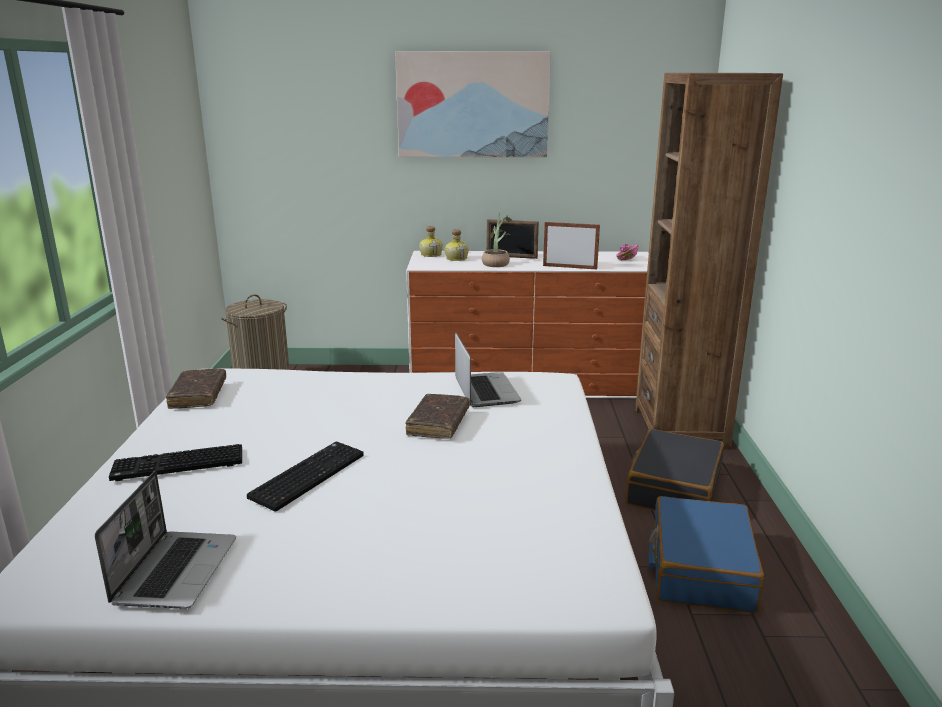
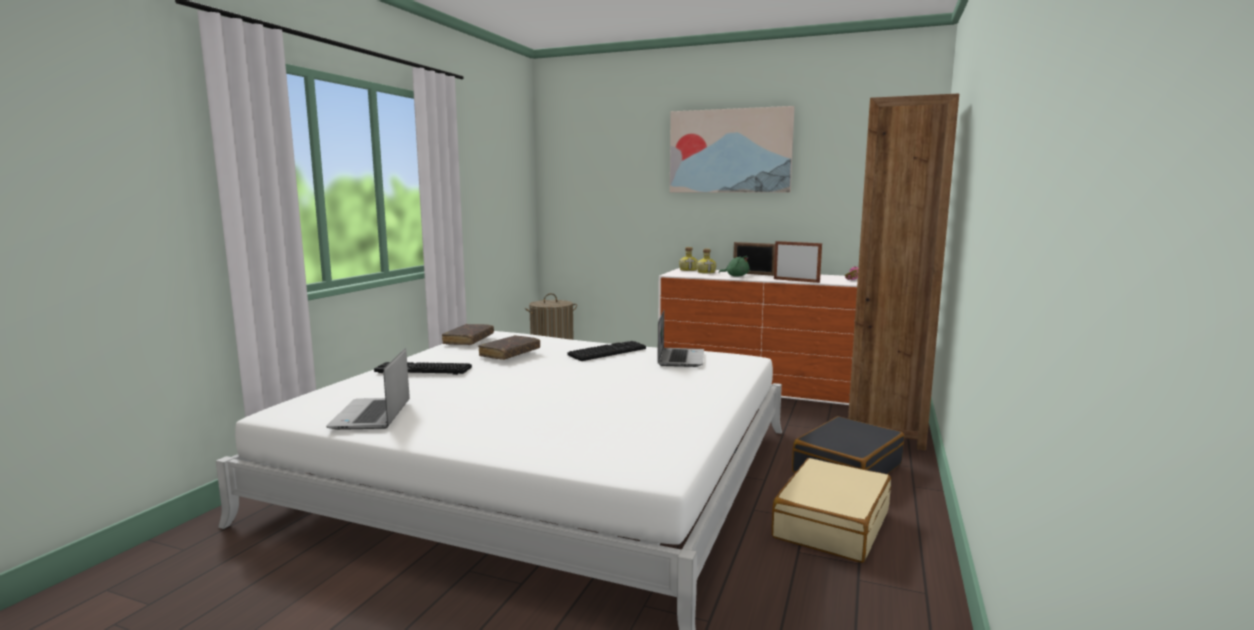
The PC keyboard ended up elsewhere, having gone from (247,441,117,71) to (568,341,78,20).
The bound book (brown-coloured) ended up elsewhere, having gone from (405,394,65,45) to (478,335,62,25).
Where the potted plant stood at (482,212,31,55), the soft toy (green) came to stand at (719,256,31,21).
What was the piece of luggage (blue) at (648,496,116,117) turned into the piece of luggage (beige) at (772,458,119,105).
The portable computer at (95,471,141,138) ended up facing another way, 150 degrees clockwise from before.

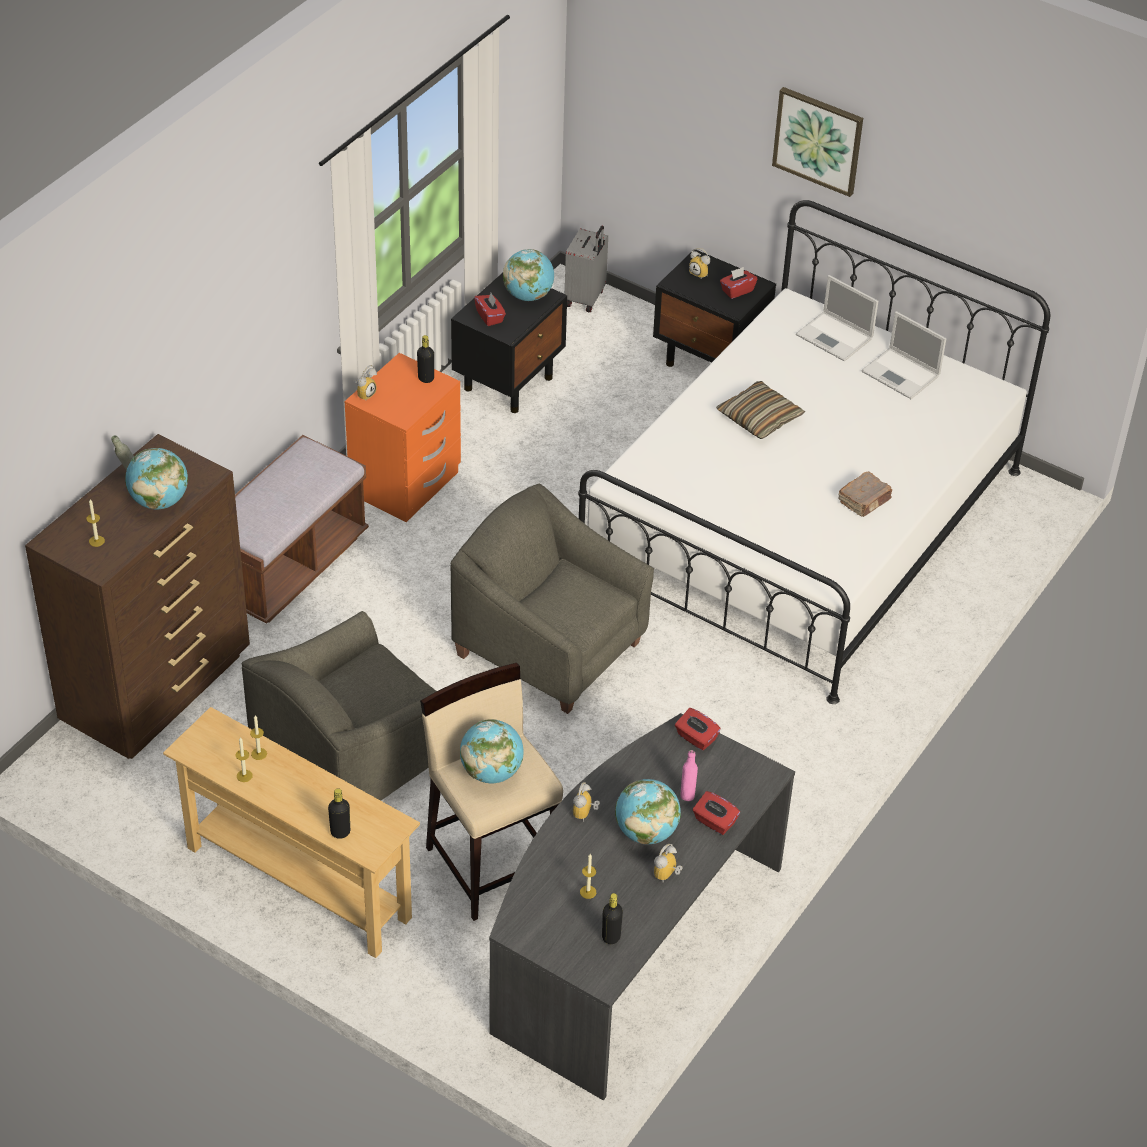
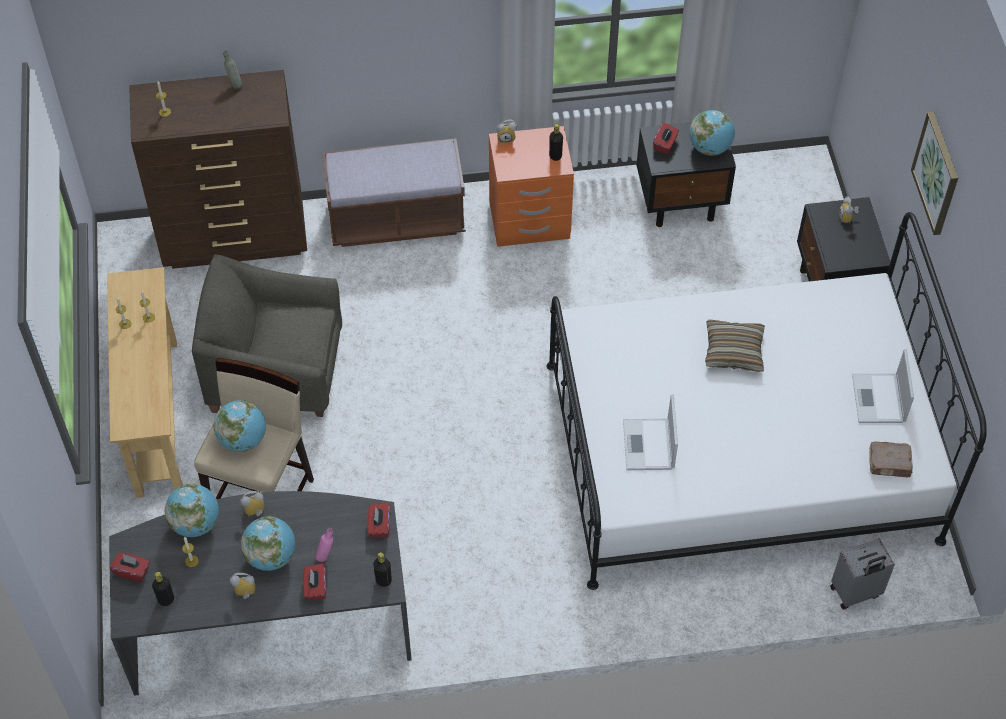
The second view lost the easy chair (gray) at (450,484,204,230).
The desk globe ended up elsewhere, having gone from (125,448,63,61) to (165,483,54,54).
The bottle (black-coloured) ended up elsewhere, having gone from (328,788,22,51) to (373,552,19,35).
The piece of luggage (gray) ended up elsewhere, having gone from (565,226,43,87) to (830,538,65,72).
The tissue box (red-coloured) ended up elsewhere, having gone from (720,267,37,32) to (110,552,40,30).
The portable computer ended up elsewhere, having gone from (796,275,82,86) to (623,394,55,76).
The bound book (brown-coloured) ended up elsewhere, having gone from (838,472,54,45) to (869,442,44,36).

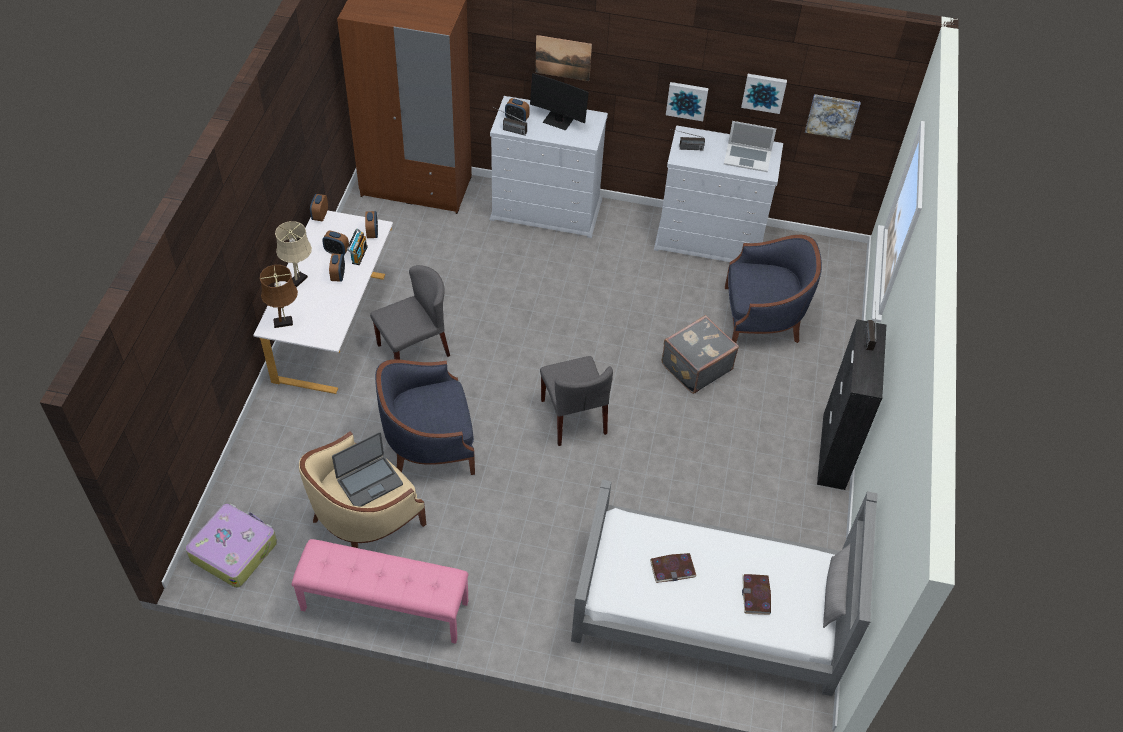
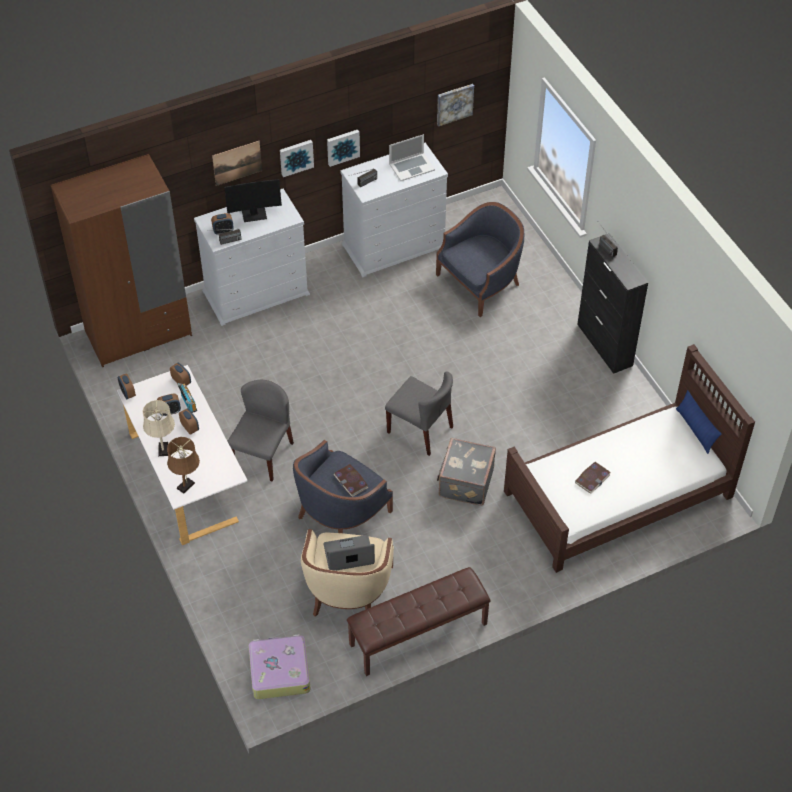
The piece of luggage (gray) ended up elsewhere, having gone from (661,315,78,79) to (437,438,59,68).
The picture ended up elsewhere, having gone from (741,74,46,40) to (280,140,34,37).
The bound book ended up elsewhere, having gone from (742,574,29,41) to (333,464,35,33).
What was the indoor bench (pink) at (291,539,177,105) turned into the indoor bench (brown-coloured) at (347,567,144,109).
What was the sleeping bed (gray) at (571,479,307,217) turned into the sleeping bed (brown-coloured) at (504,344,251,229).
What was the cushion (gray) at (823,544,27,84) turned into the cushion (blue) at (676,390,46,64).
The portable computer at (332,432,71,75) ended up facing another way, 120 degrees counterclockwise from before.

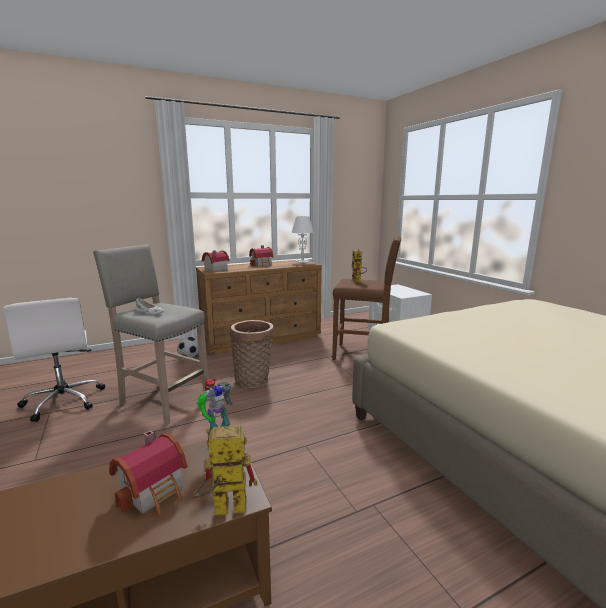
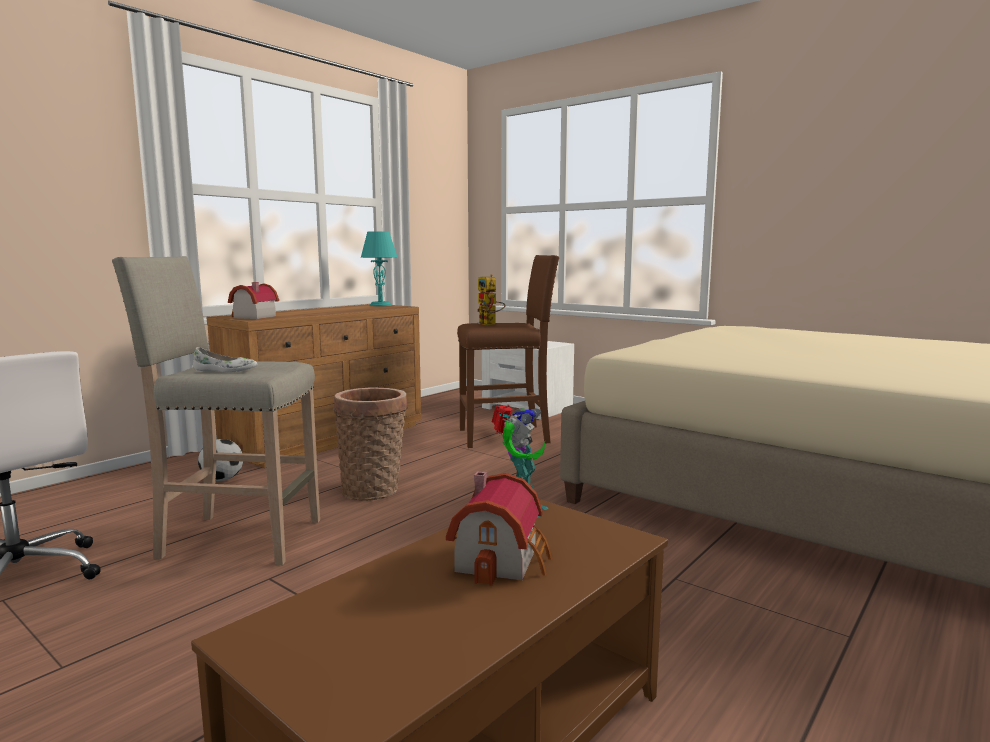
The second view lost the toy robot at (193,425,64,90).
The second view lost the toy house at (249,245,25,22).
What was the tabletop lamp (white-coloured) at (292,216,22,47) turned into the tabletop lamp (turquoise) at (361,231,36,75).

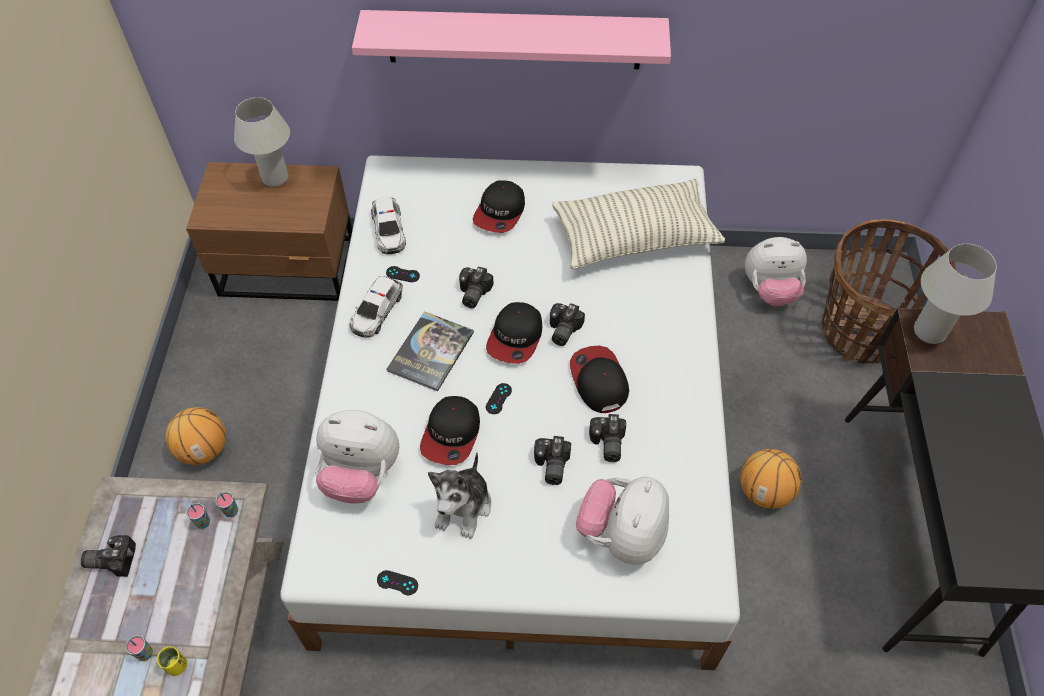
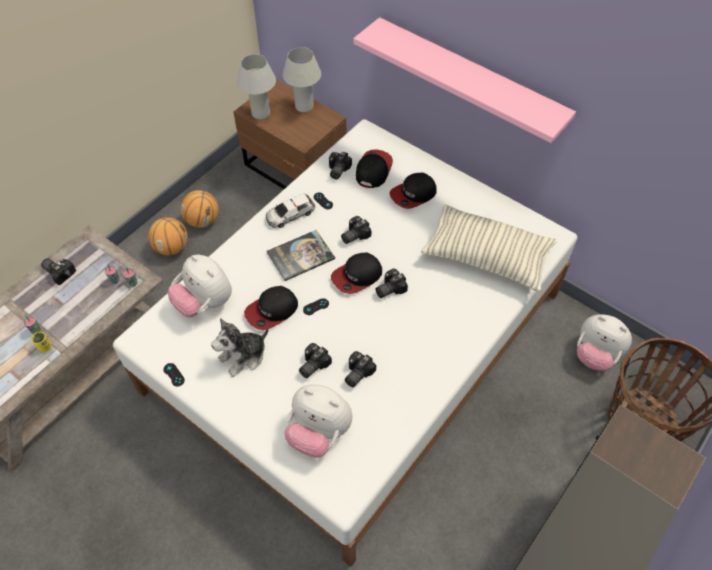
The peaked cap ended up elsewhere, having gone from (570,346,59,67) to (356,150,37,38).
The basketball ball ended up elsewhere, having gone from (740,449,62,60) to (181,190,38,38).
The tabletop lamp (white-coloured) ended up elsewhere, having gone from (914,244,83,100) to (237,54,39,65).
Where the toy car stood at (371,197,35,57), the still camera came to stand at (329,152,23,27).
The soft toy at (576,477,93,88) ended up facing another way, 120 degrees counterclockwise from before.

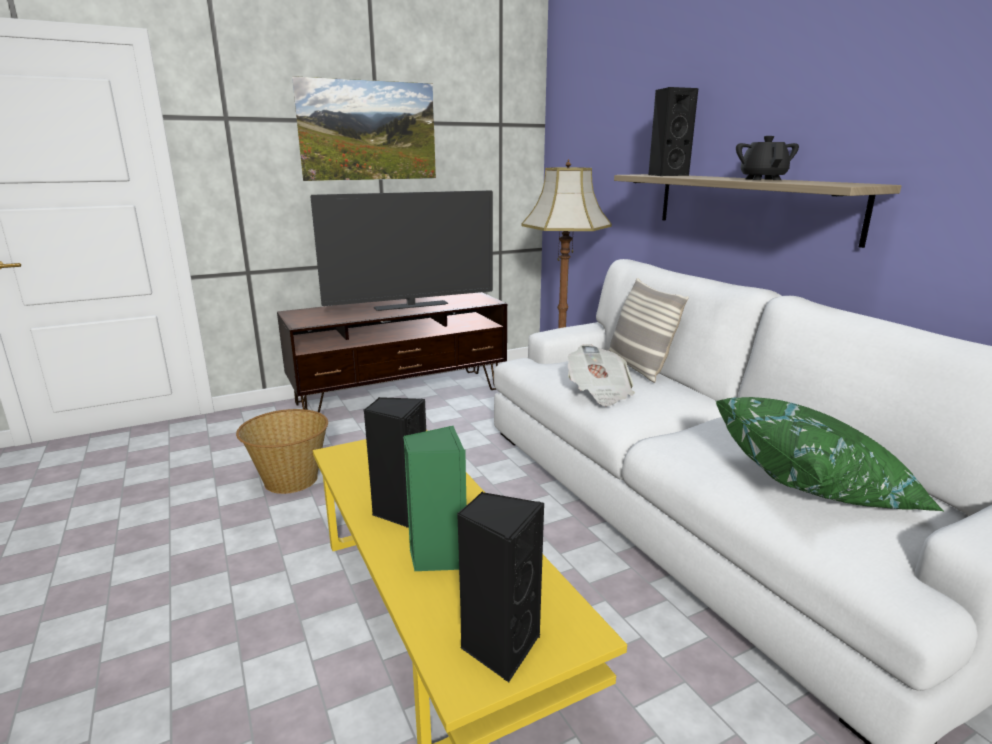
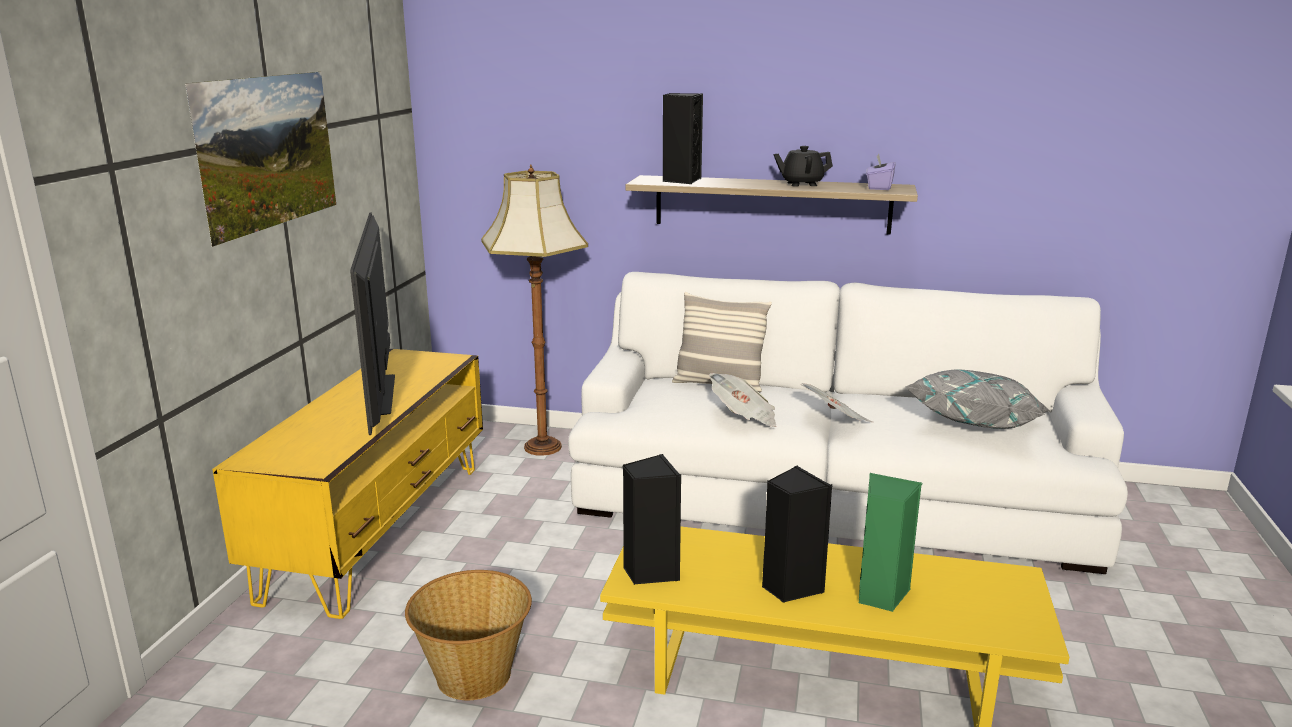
The second view gained the printed paper at (801,383,72,39).
The second view gained the tissue box (purple) at (866,154,29,36).
The audio speaker (black-coloured) ended up elsewhere, having gone from (457,491,87,192) to (623,454,58,131).
What was the tv stand (brown-coloured) at (277,292,230,121) turned into the tv stand (yellowish) at (212,349,271,270).
What was the cushion (green) at (716,397,228,115) turned into the cushion (gray) at (905,369,145,60).
The television at (310,190,183,121) ended up facing another way, 150 degrees clockwise from before.
The tea pot (black-coloured) at (736,136,63,44) ended up facing another way, 45 degrees counterclockwise from before.

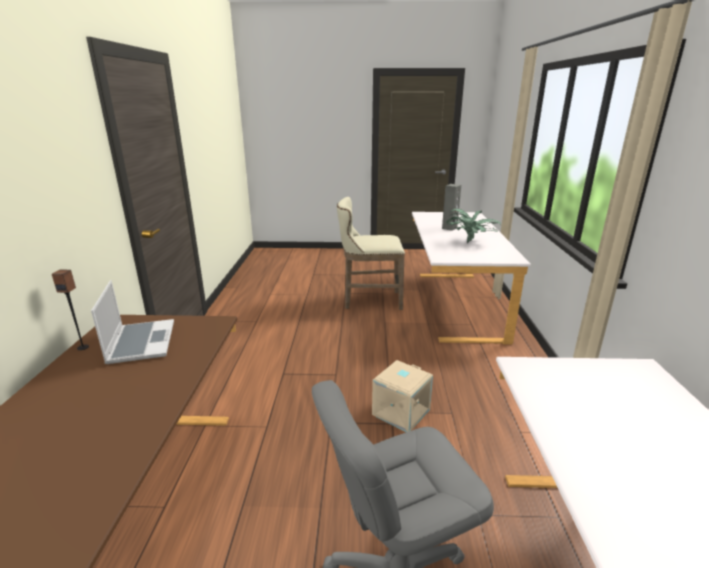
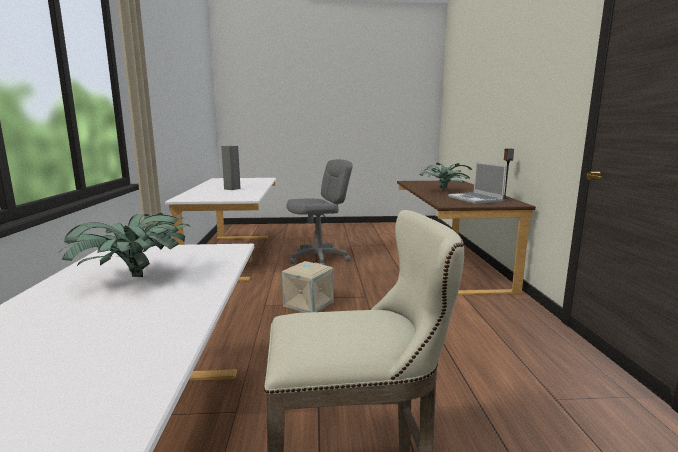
The second view gained the potted plant at (419,163,53,28).
The audio speaker (gray) ended up elsewhere, having gone from (442,184,19,47) to (221,146,20,44).

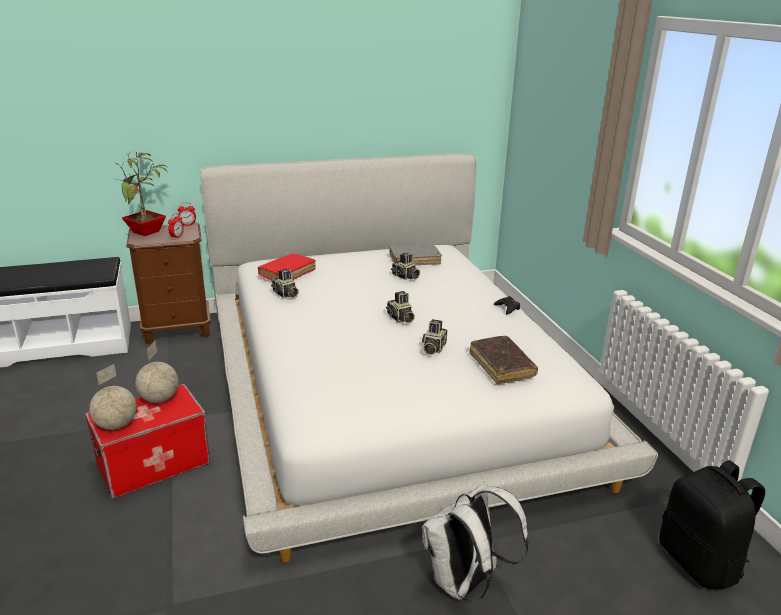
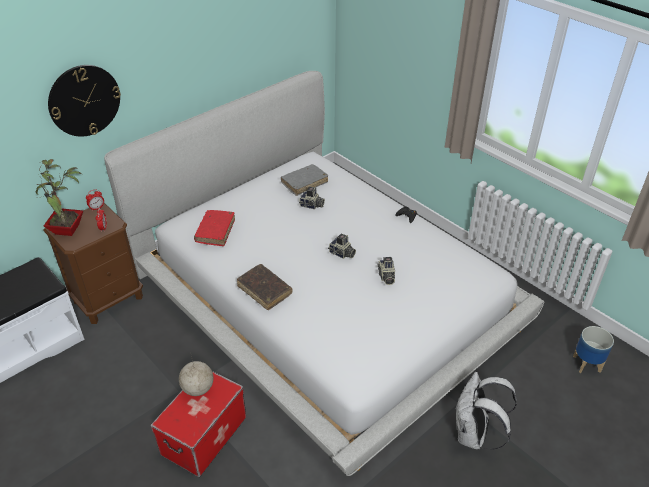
The second view lost the desk globe at (89,364,47,66).
The second view lost the still camera at (271,269,28,29).
The second view gained the clock on the wall at (48,65,73,72).
The bound book (brown-coloured) ended up elsewhere, having gone from (469,336,69,48) to (237,264,56,46).
Where the knapsack (black-coloured) stood at (659,460,106,130), the plant pot came to stand at (573,326,41,47).

